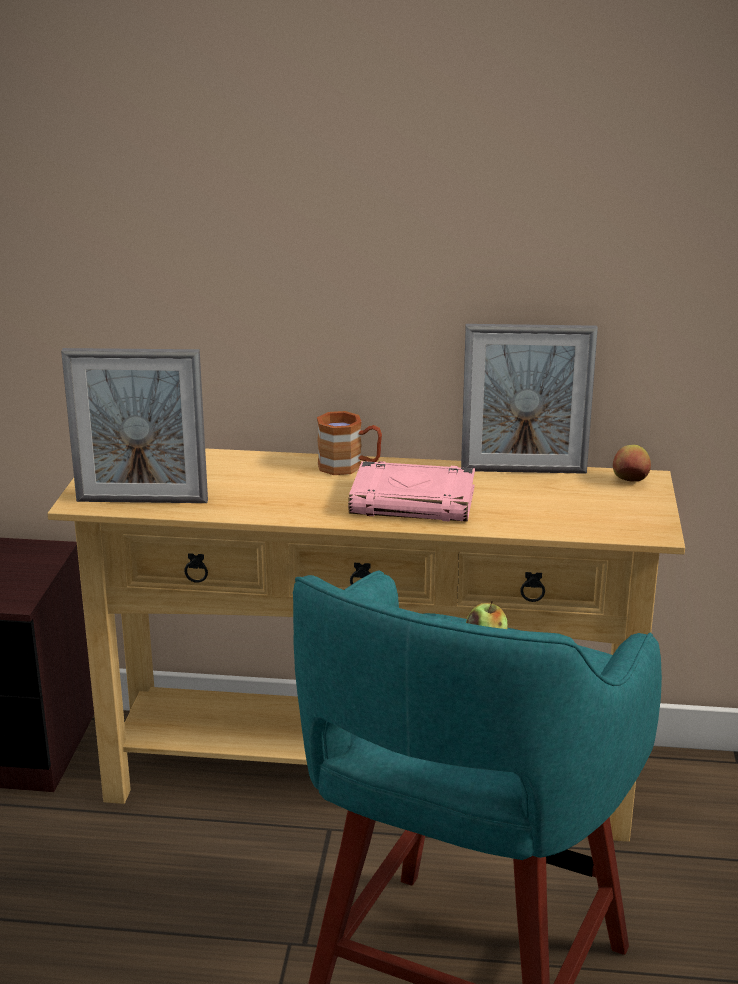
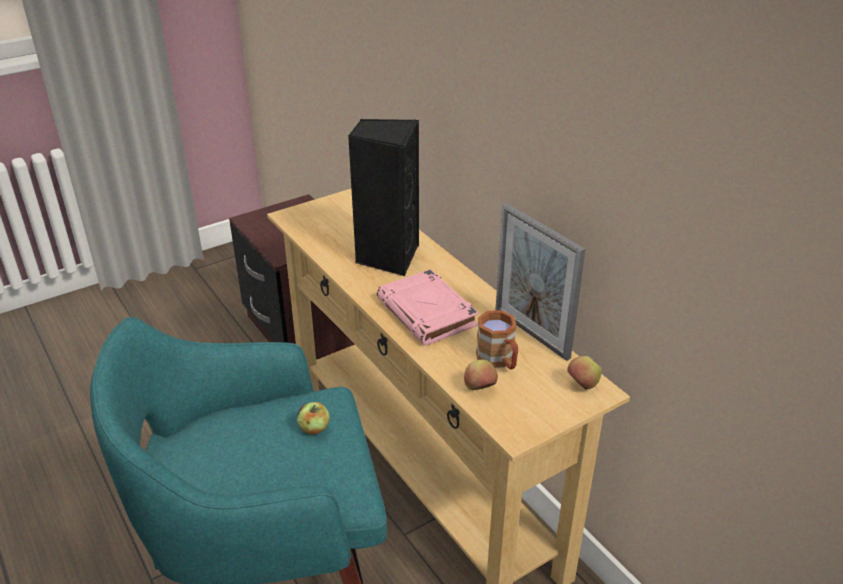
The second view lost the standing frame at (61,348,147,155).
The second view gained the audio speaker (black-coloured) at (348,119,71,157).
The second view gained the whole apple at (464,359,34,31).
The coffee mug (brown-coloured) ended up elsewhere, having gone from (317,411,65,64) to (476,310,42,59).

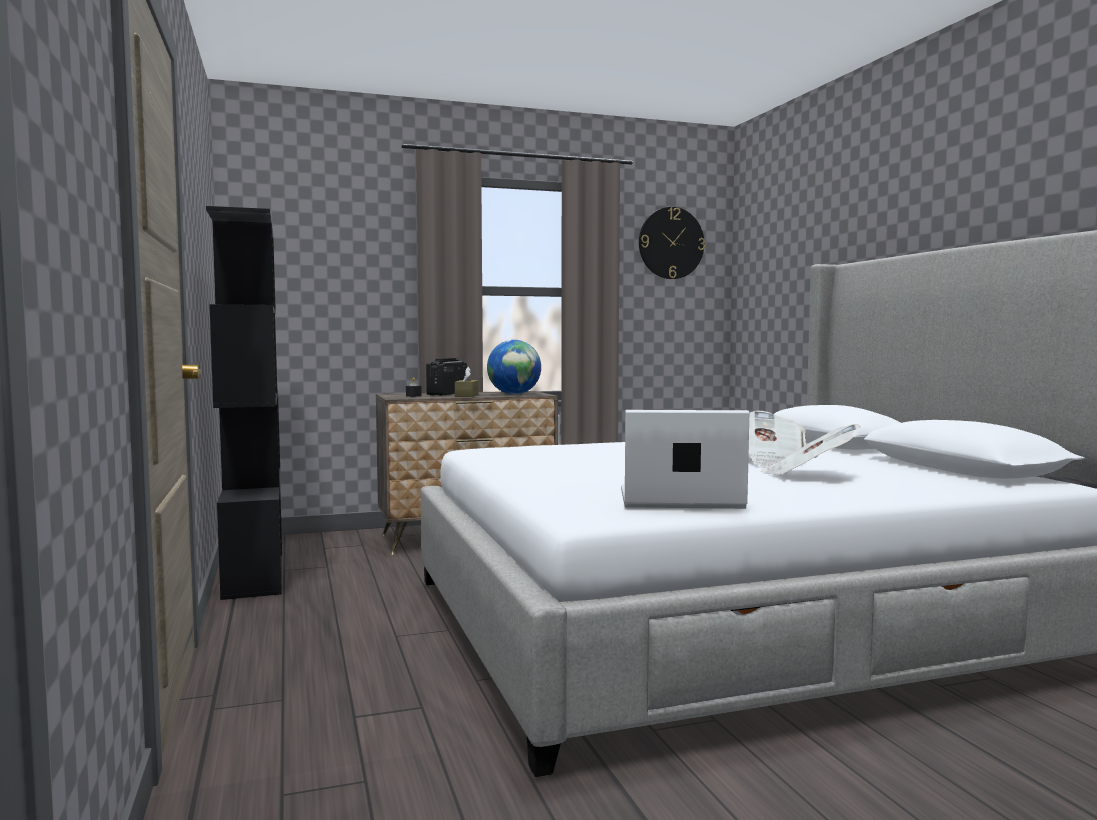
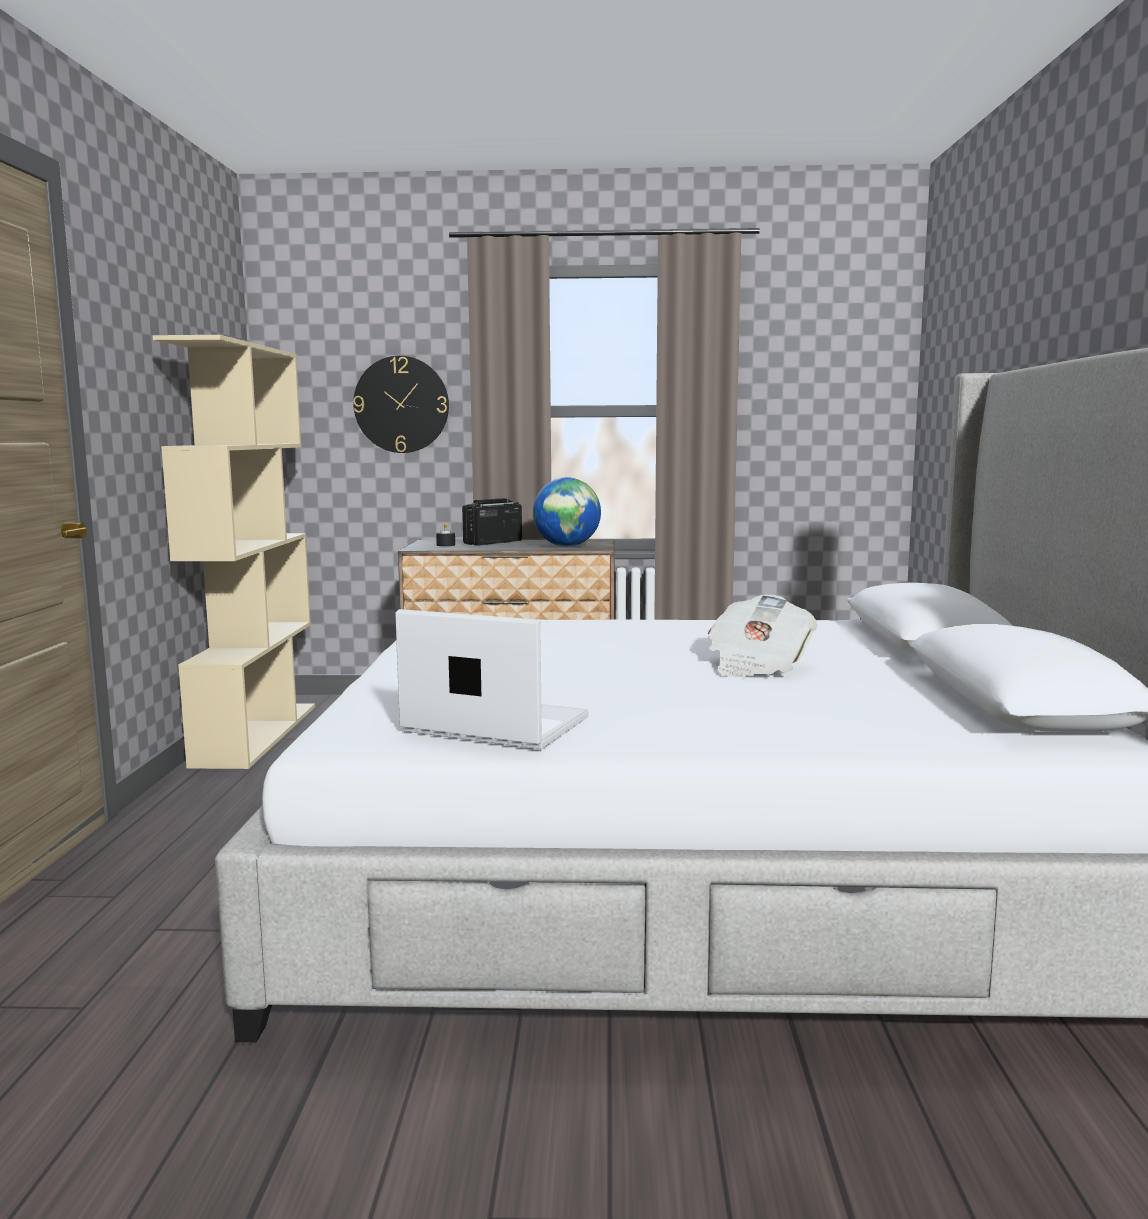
The second view lost the tissue box (brown-coloured) at (455,367,24,30).
The second view lost the printed paper at (760,424,101,51).
The clock on the wall ended up elsewhere, having gone from (639,207,66,72) to (353,356,96,97).
What was the shelving unit (black-coloured) at (206,206,77,394) turned into the shelving unit (beige) at (153,335,162,434).

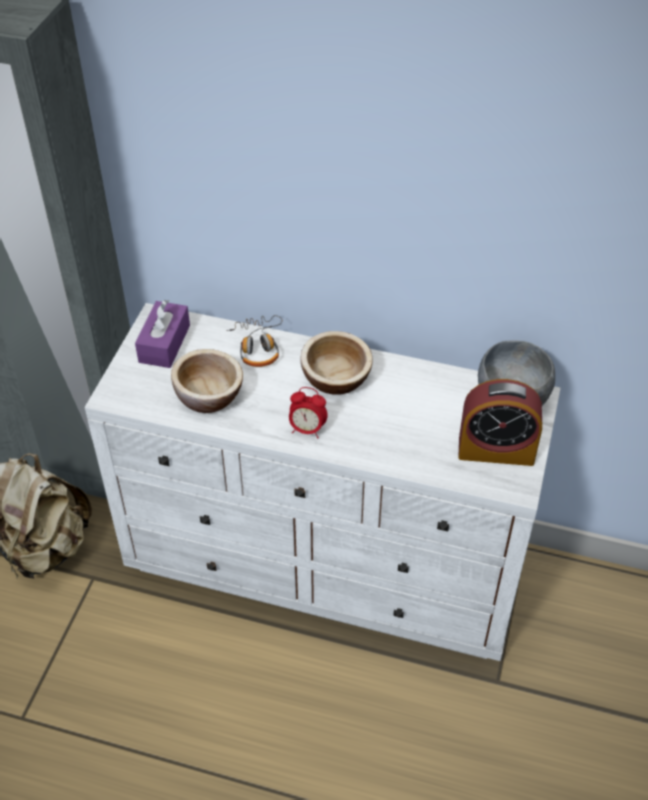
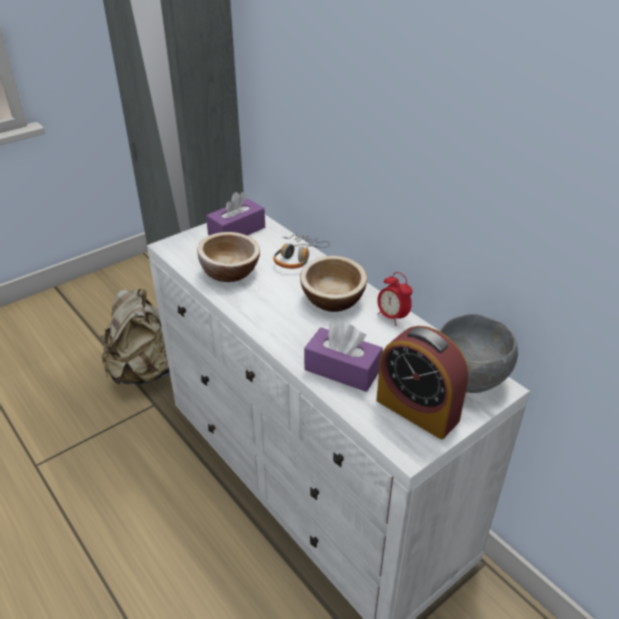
The second view gained the tissue box (purple) at (304,322,79,70).
The table clock ended up elsewhere, having gone from (289,387,39,51) to (377,272,36,54).

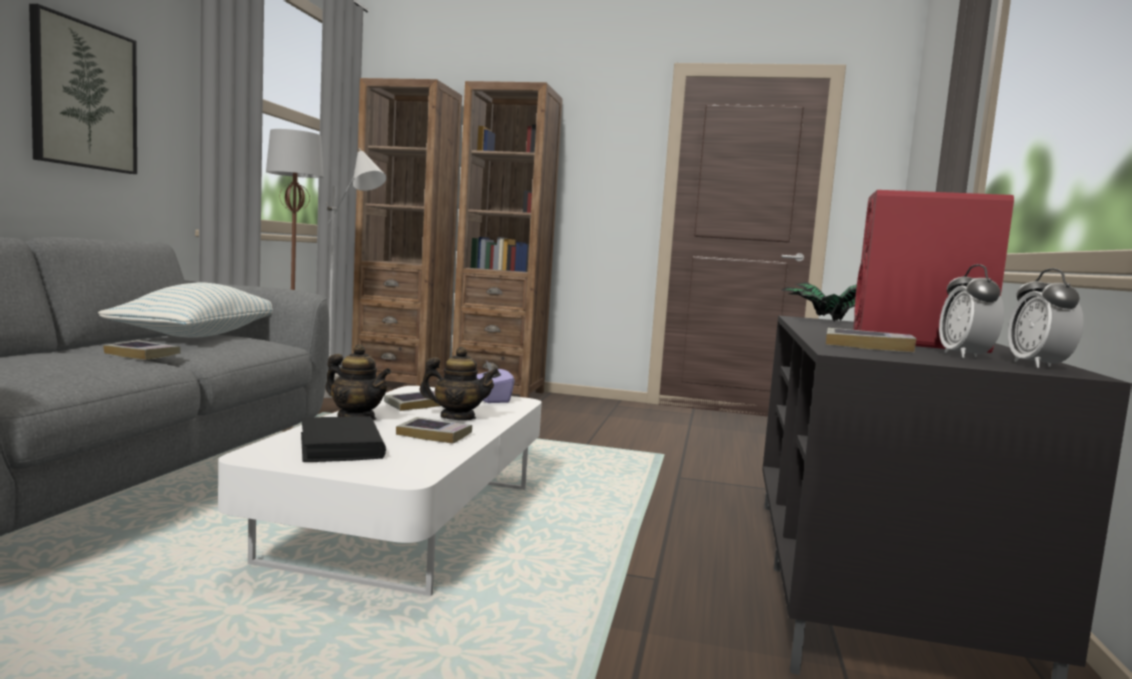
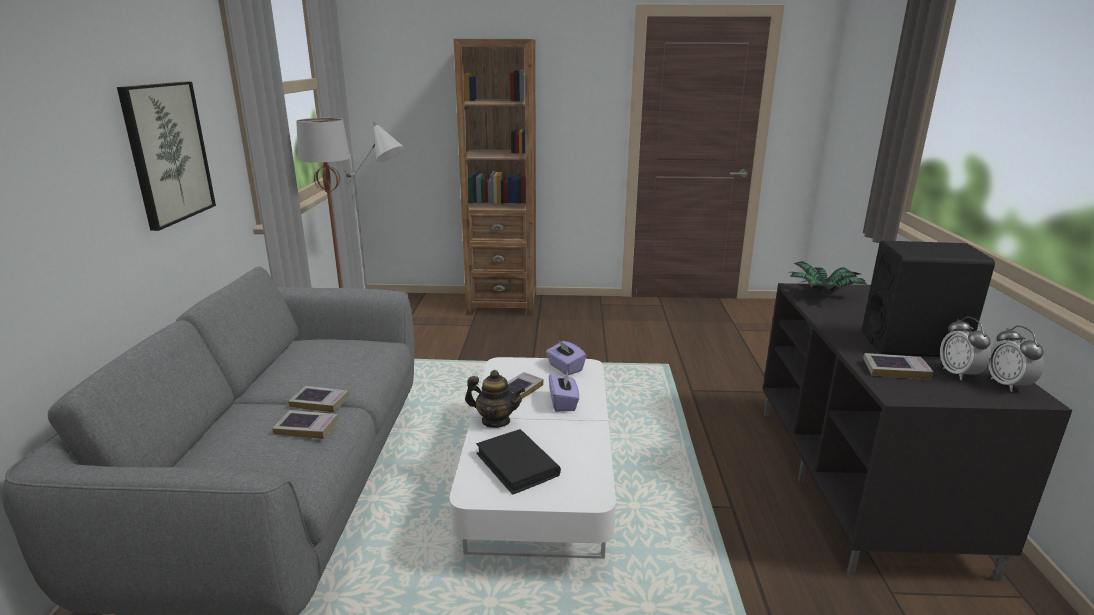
The second view lost the cushion at (98,282,175,56).
The second view lost the shelving unit (brown-coloured) at (352,78,110,308).
The bound book ended up elsewhere, having gone from (396,417,76,27) to (272,410,67,29).
Where the tea pot stood at (419,347,80,73), the tissue box (purple) came to stand at (549,371,30,41).
What was the audio speaker (red-coloured) at (853,190,161,163) turned into the audio speaker (black-coloured) at (862,240,133,117).

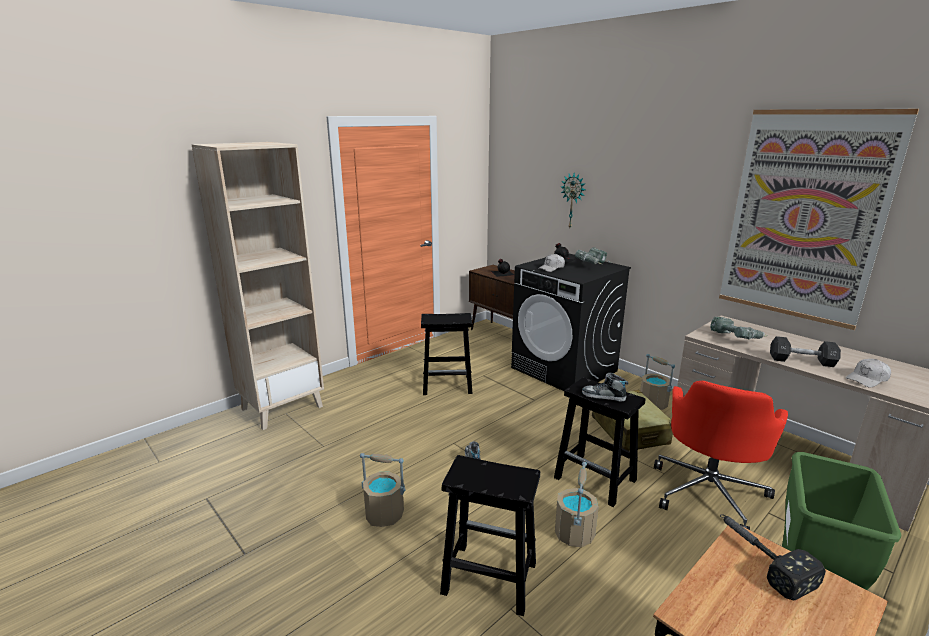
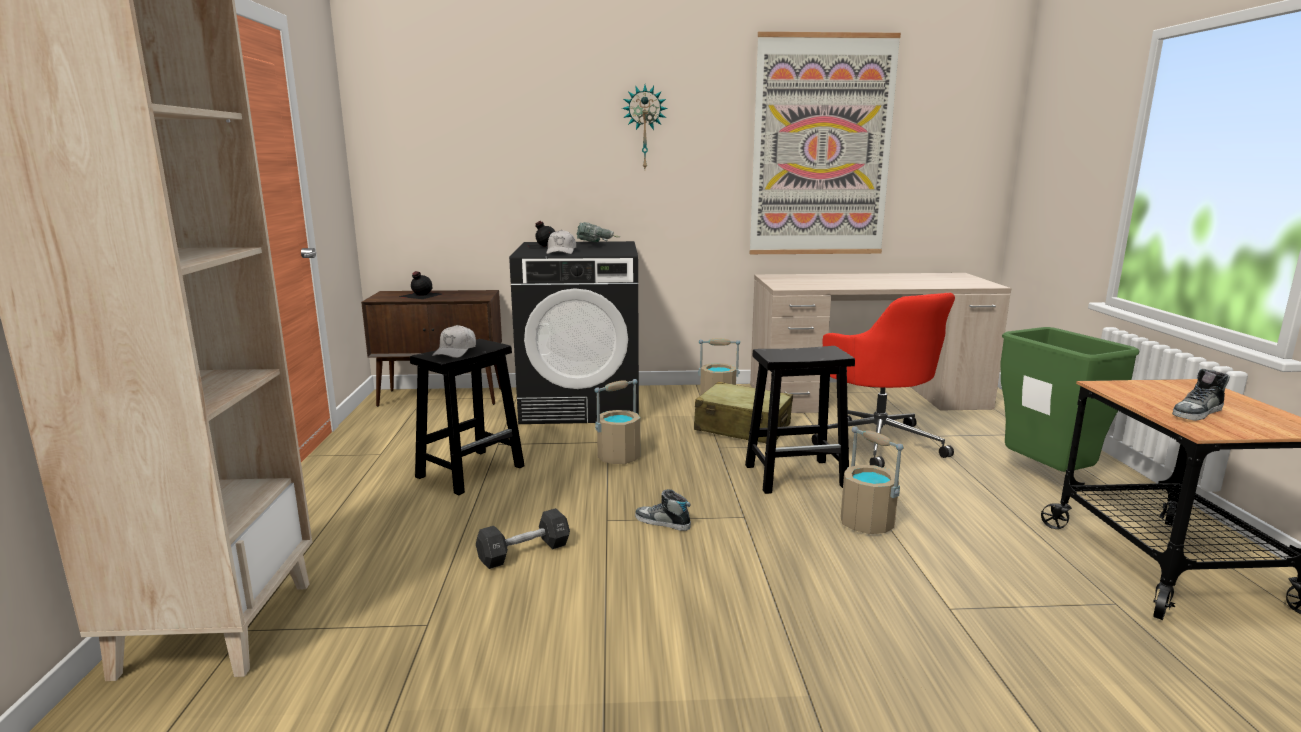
The second view lost the stool seat (black-coloured) at (440,455,100,161).
The second view lost the power drill at (710,317,58,22).
The second view lost the hand hammer at (720,514,106,86).
The pail (beige) ended up elsewhere, having gone from (360,453,45,74) to (595,379,45,85).
The clock on the wall ended up elsewhere, having gone from (561,173,25,54) to (622,85,46,84).
The item of footwear ended up elsewhere, having gone from (582,373,46,29) to (1172,369,58,52).
The hand weight (black-coloured) ended up elsewhere, having gone from (770,336,71,31) to (476,508,94,61).
The peaked cap (white-coloured) ended up elsewhere, having gone from (846,359,45,28) to (432,325,44,33).

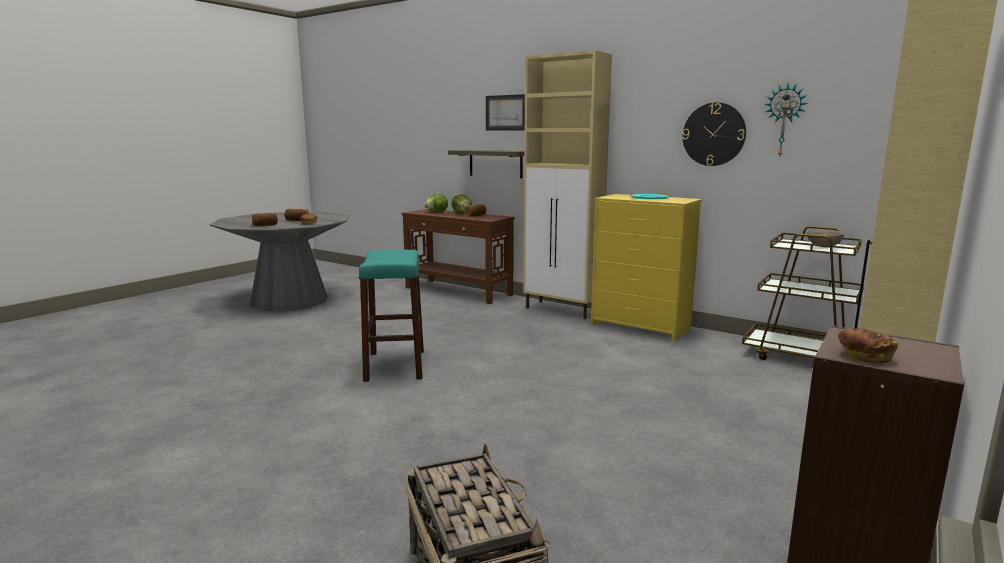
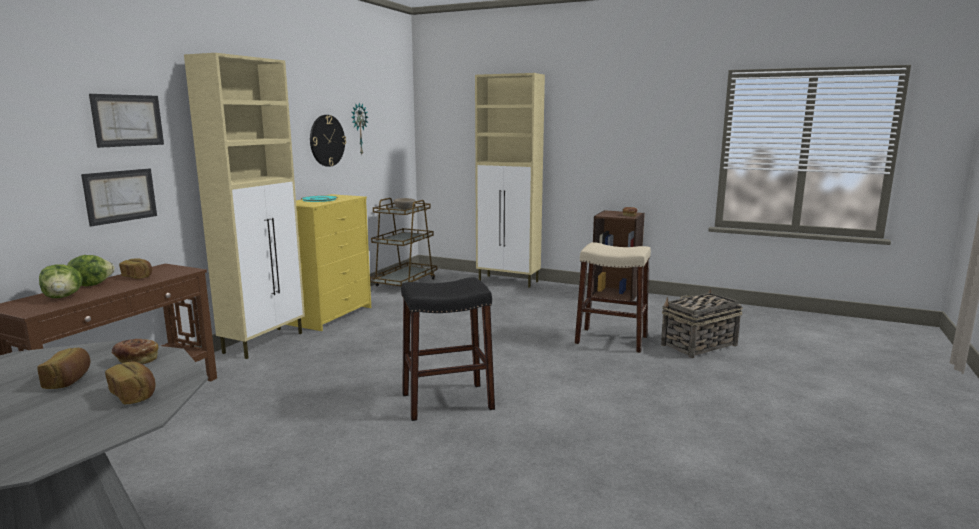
The second view gained the stool seat (beige) at (574,242,77,111).
Where the wall shelf hung at (448,150,76,28), the picture came to hang at (81,168,76,59).
What was the stool seat (turquoise) at (359,249,65,133) turned into the stool seat (black-coloured) at (401,277,94,144).

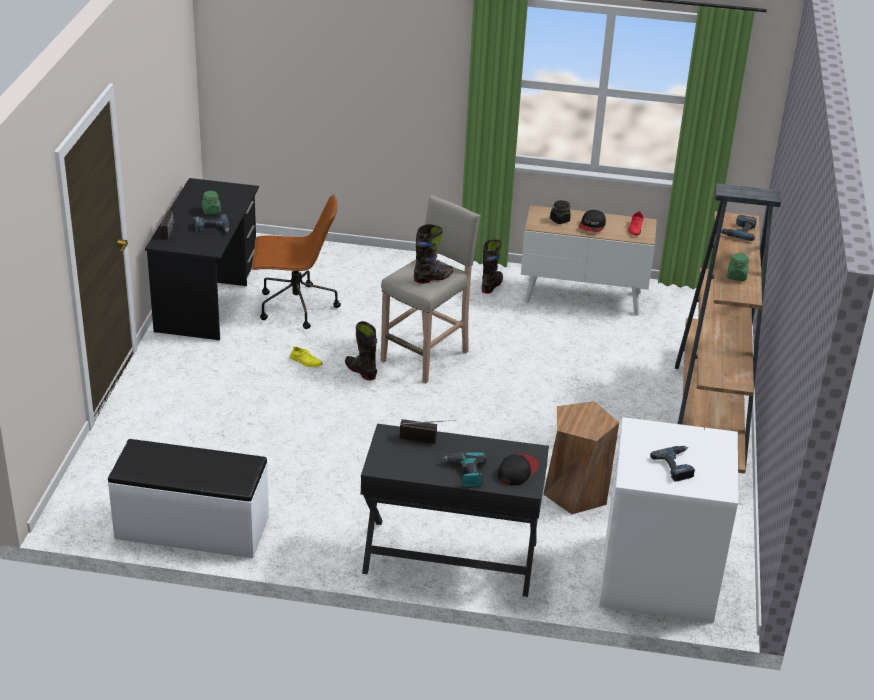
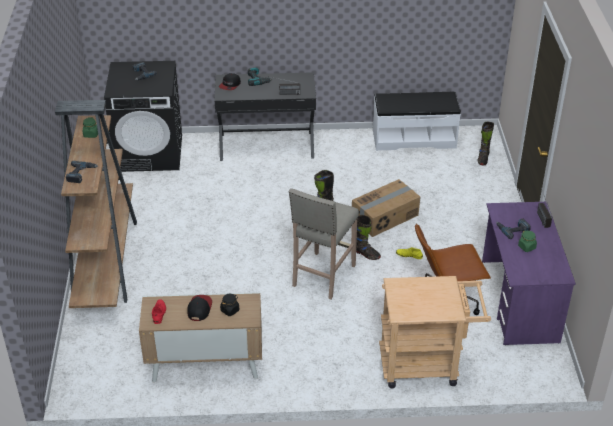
The second view lost the stool seat (brown-coloured) at (543,401,76,113).
The second view gained the carton at (352,179,68,58).
The second view gained the trolley (beige) at (379,276,112,112).
The boot (black-coloured) ended up elsewhere, having gone from (482,240,21,54) to (477,122,17,43).
What was the desk table (black-coloured) at (145,178,114,162) turned into the desk table (purple) at (482,202,94,143).
What was the laundry appliance (white-coloured) at (599,417,139,206) turned into the laundry appliance (black-coloured) at (104,61,78,111).

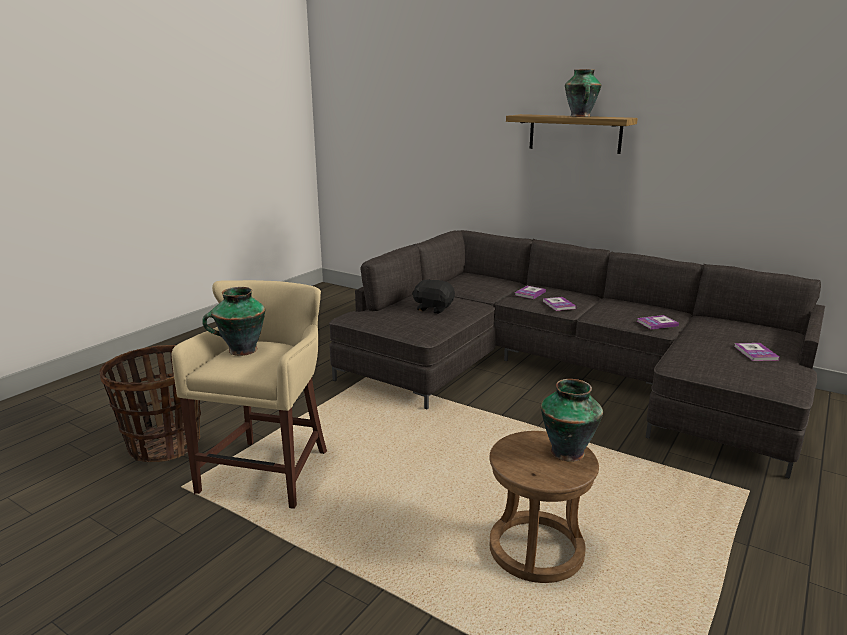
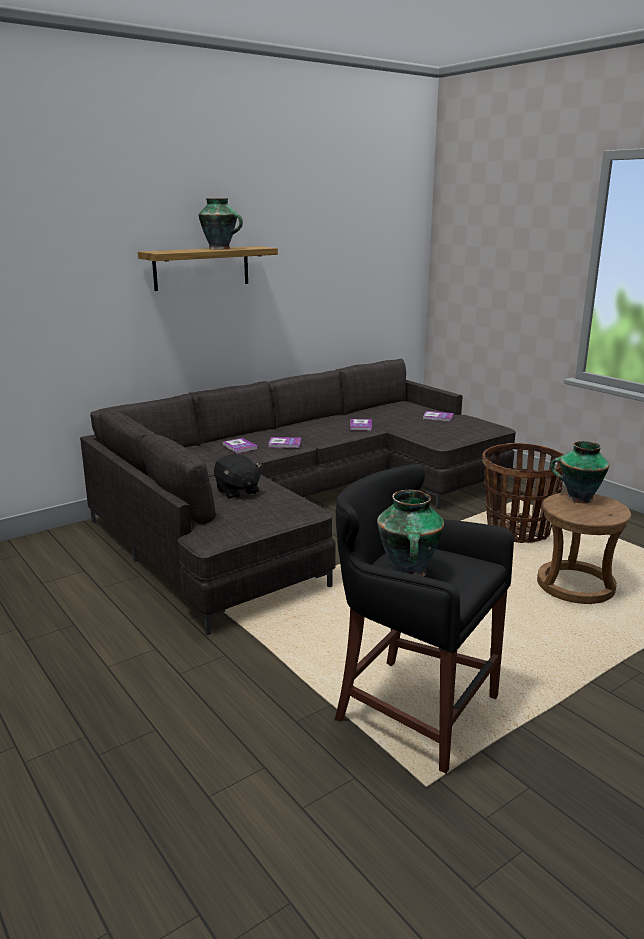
The basket ended up elsewhere, having gone from (99,345,102,117) to (482,443,82,100).
What was the stool seat (beige) at (172,280,155,229) turned into the stool seat (black-coloured) at (335,464,179,310).
The soft toy (black-coloured) at (412,279,43,35) ended up facing another way, 75 degrees counterclockwise from before.

